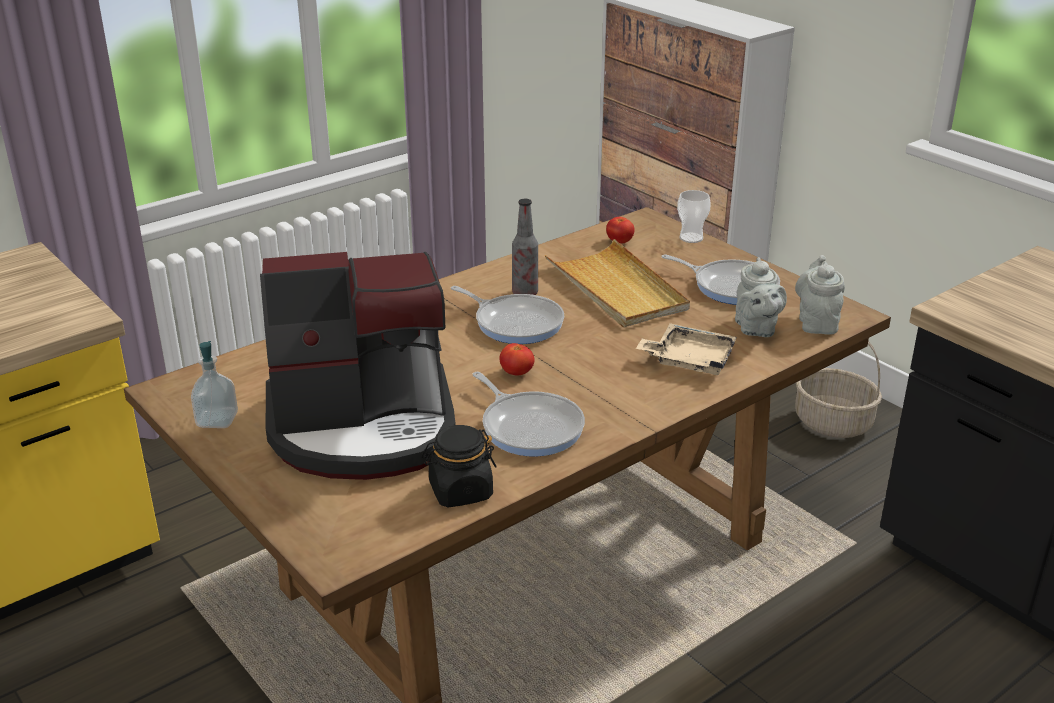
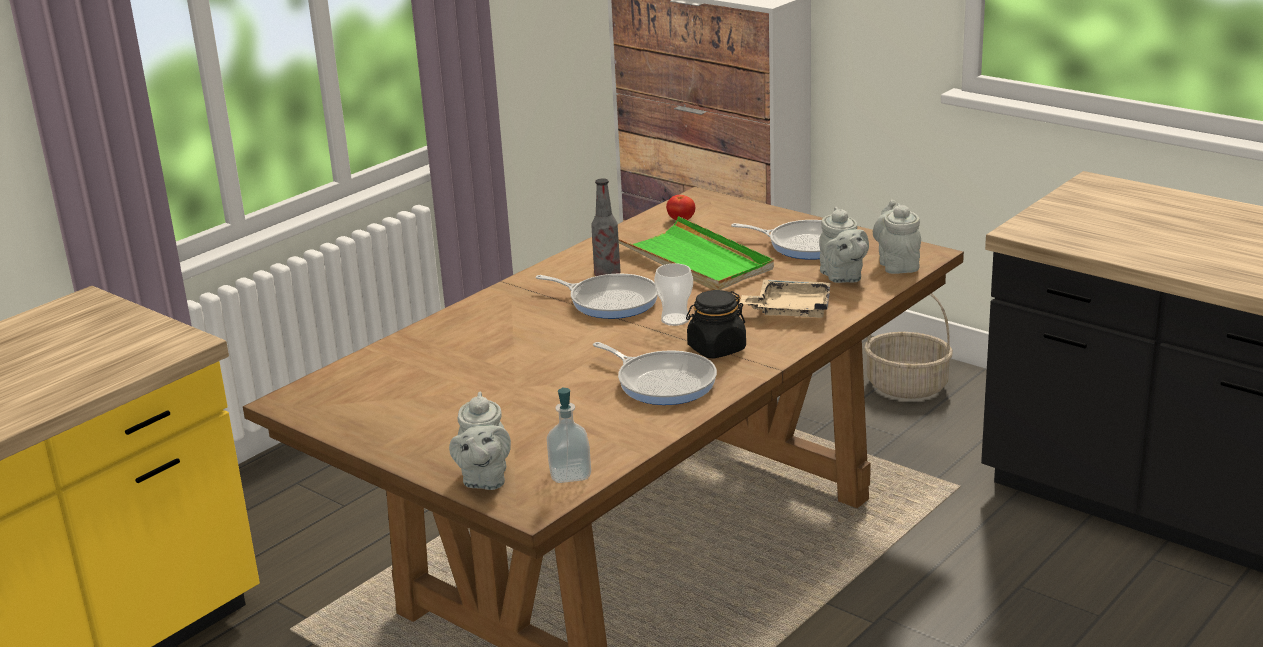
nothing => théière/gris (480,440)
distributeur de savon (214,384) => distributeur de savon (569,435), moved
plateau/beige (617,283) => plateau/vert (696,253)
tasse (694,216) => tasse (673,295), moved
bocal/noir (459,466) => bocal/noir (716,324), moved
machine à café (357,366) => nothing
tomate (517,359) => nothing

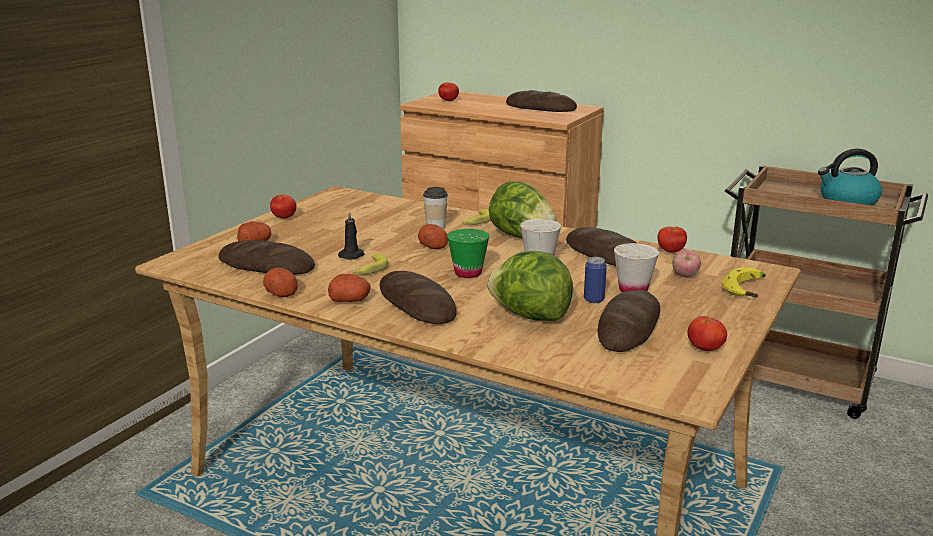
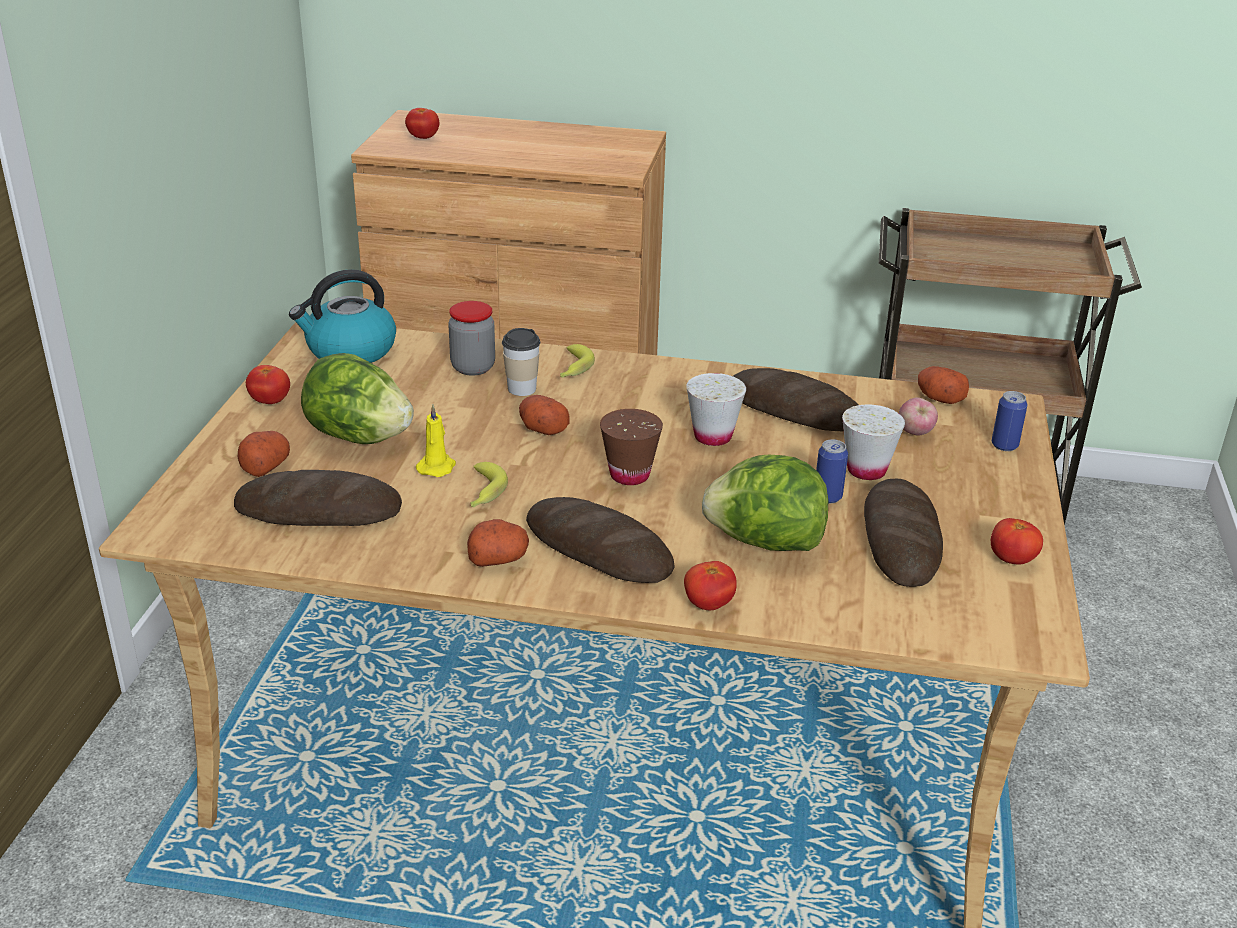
bouilloire (850,177) => bouilloire (342,316), moved
laitue (522,210) => laitue (357,398), moved
bougie/noir (351,235) => bougie/jaune (436,440)
nothing => bocal (471,338)
tasse/vert (468,253) => tasse/marron (631,447)
tomate (672,239) => tomate (710,585), moved
pomme de terre (280,282) => pomme de terre (943,385), moved
banane (743,282) => boîte métallique (1010,421)
pain (541,101) => nothing

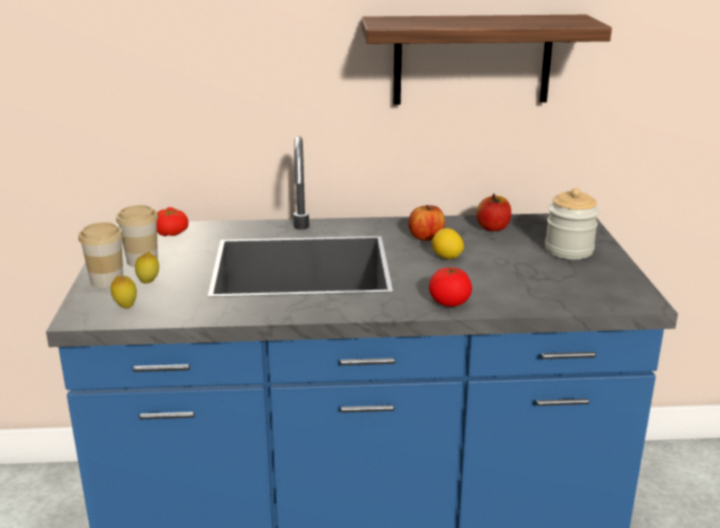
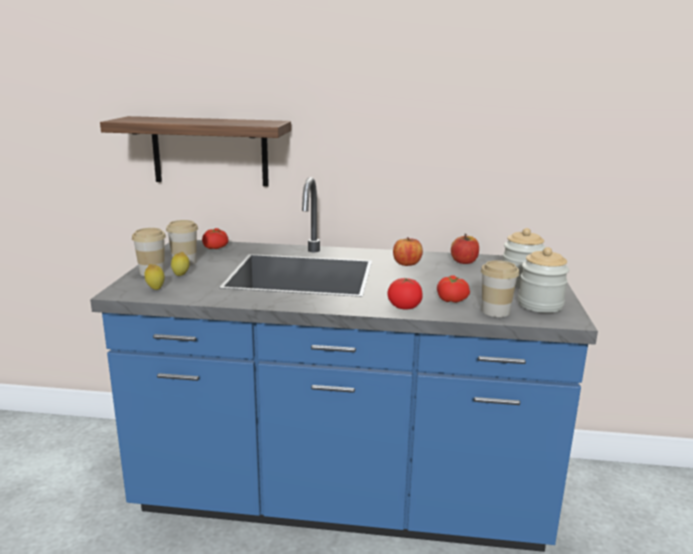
étagère (486,60) => étagère (195,151), moved
nothing => tomate (453,289)
nothing => tasse (500,288)
nothing => bocal (543,280)
citron (448,243) => nothing

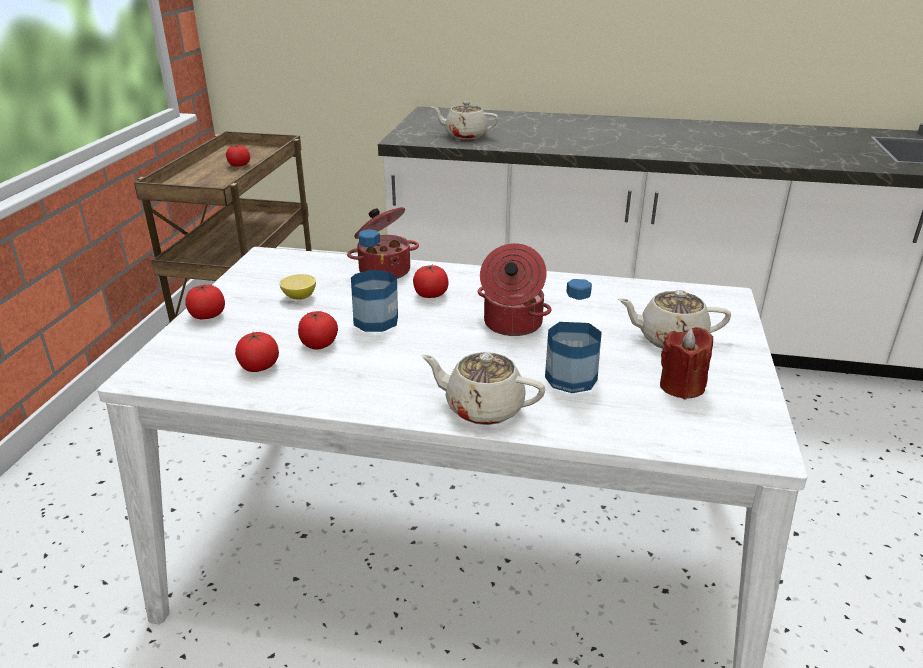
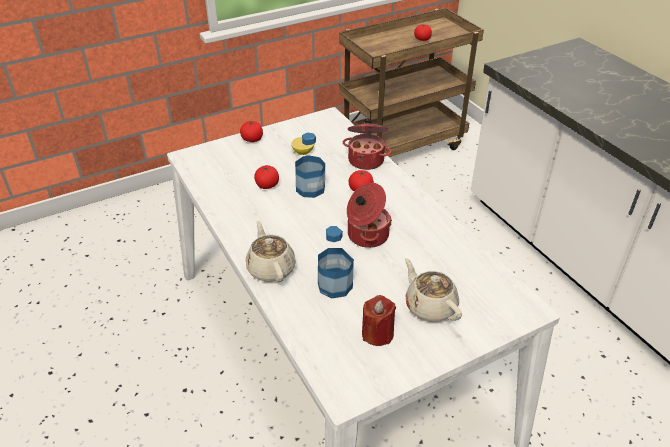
tomate (257,352) => nothing
théière/beige (465,120) => nothing

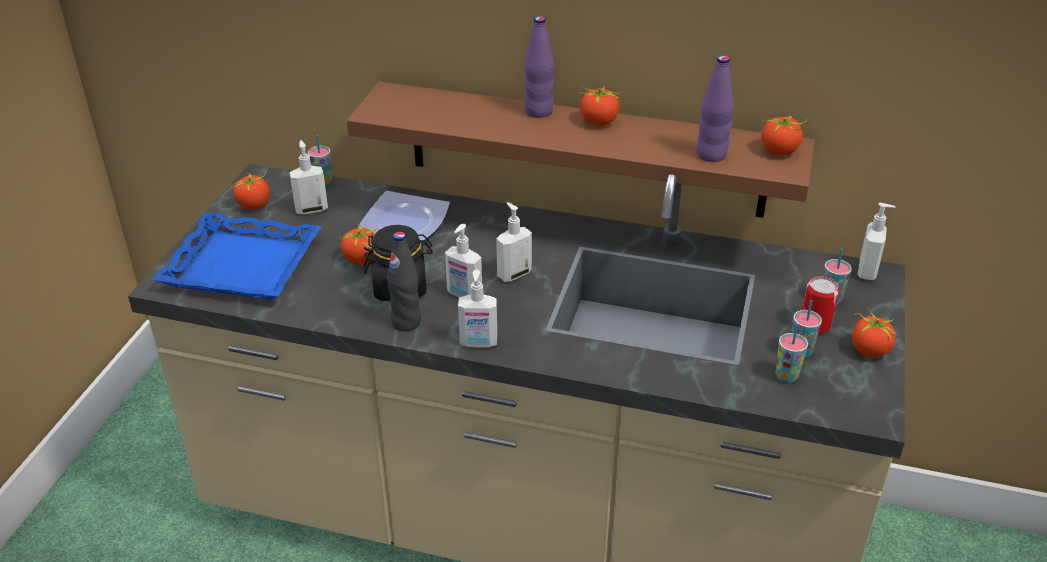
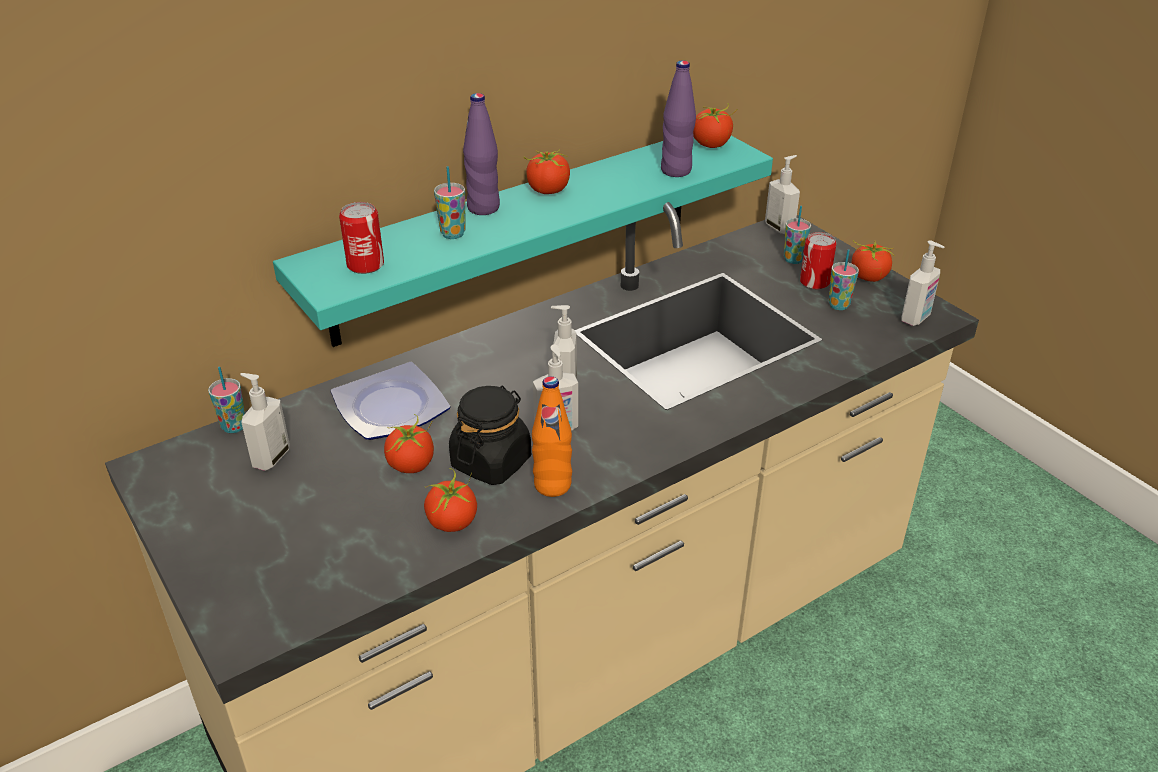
étagère/marron (581,150) => étagère/turquoise (523,241)
nothing => boîte métallique (361,238)
tomate (251,190) => tomate (450,500), moved
tasse (791,353) => tasse (449,202), moved
bouteille/noir (404,281) => bouteille/orange (552,436)
distributeur de savon (477,308) => distributeur de savon (922,283), moved
plateau/bleu (237,256) => nothing

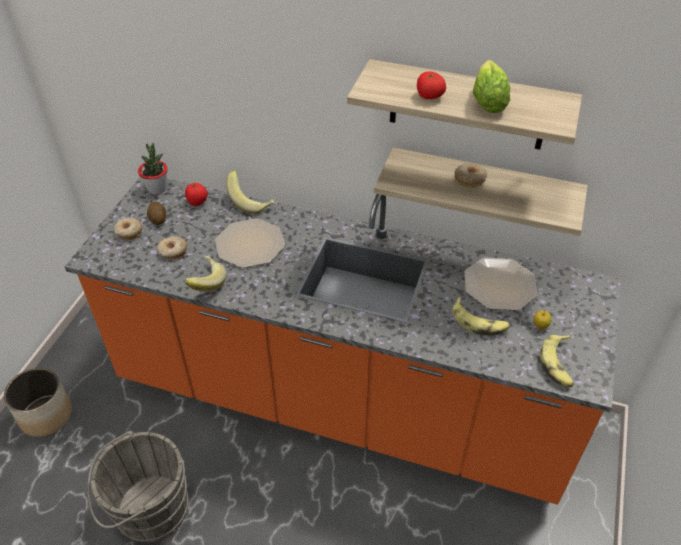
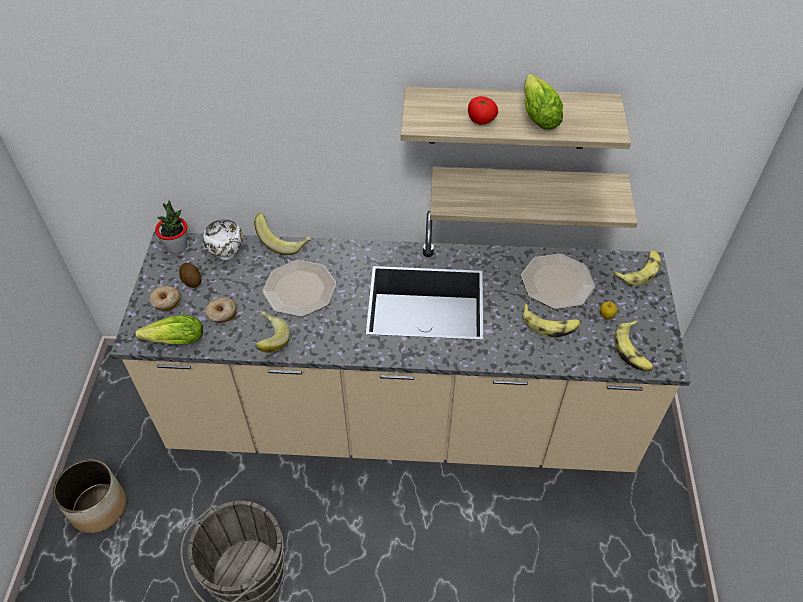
comptoir de cuisine/orange (342,341) => comptoir de cuisine/beige (400,341)
nothing => laitue (169,329)
tomate (196,194) => bol/blanc (223,239)
nothing => banane (637,268)
beignet (471,175) => nothing

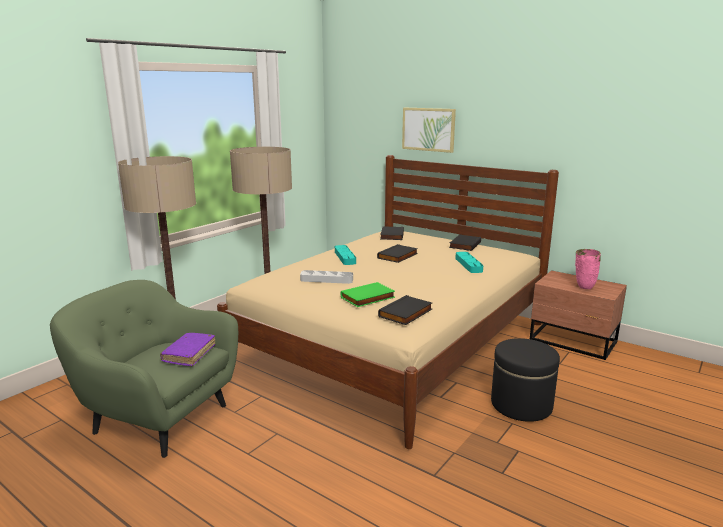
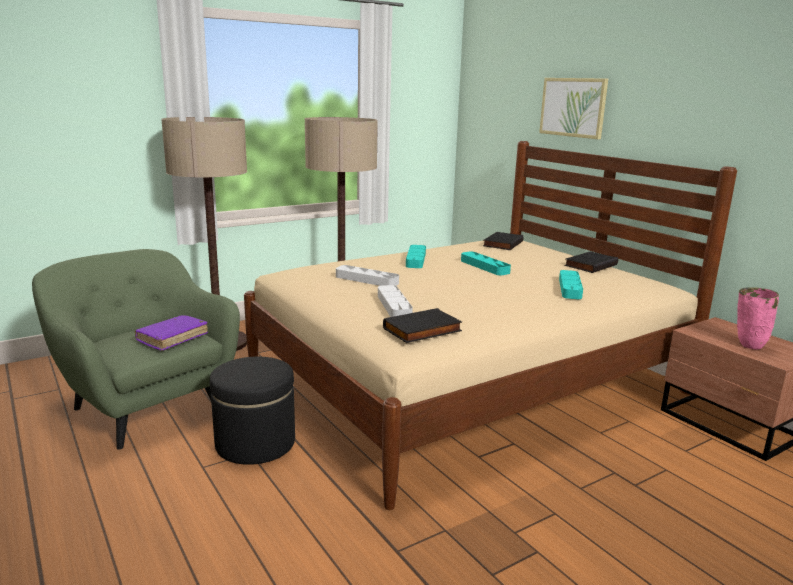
pouf/noir (525,380) => pouf/noir (252,411), moved
livre/vert (368,294) => plateau/gris (395,301)
livre/noir (397,253) => plateau/turquoise (486,263)

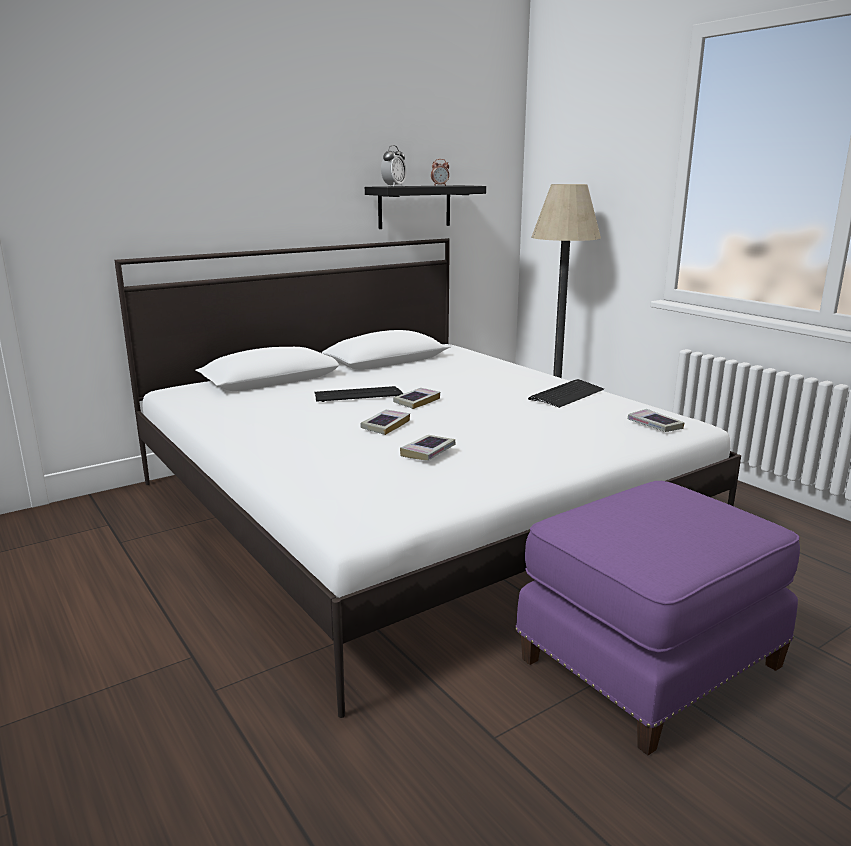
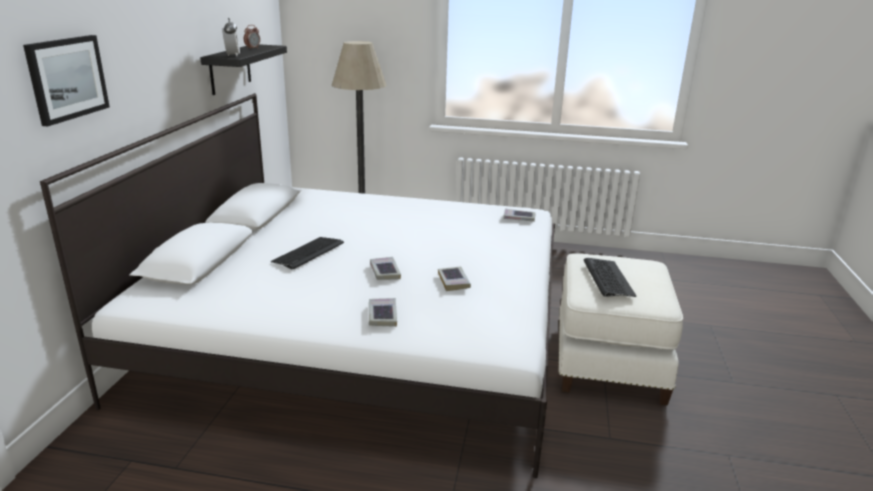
nothing => tableau (66,80)
livre (416,398) => livre (383,312), moved
pouf/violet (658,618) => pouf/blanc (620,329)
clavier (566,393) => clavier (610,277), moved

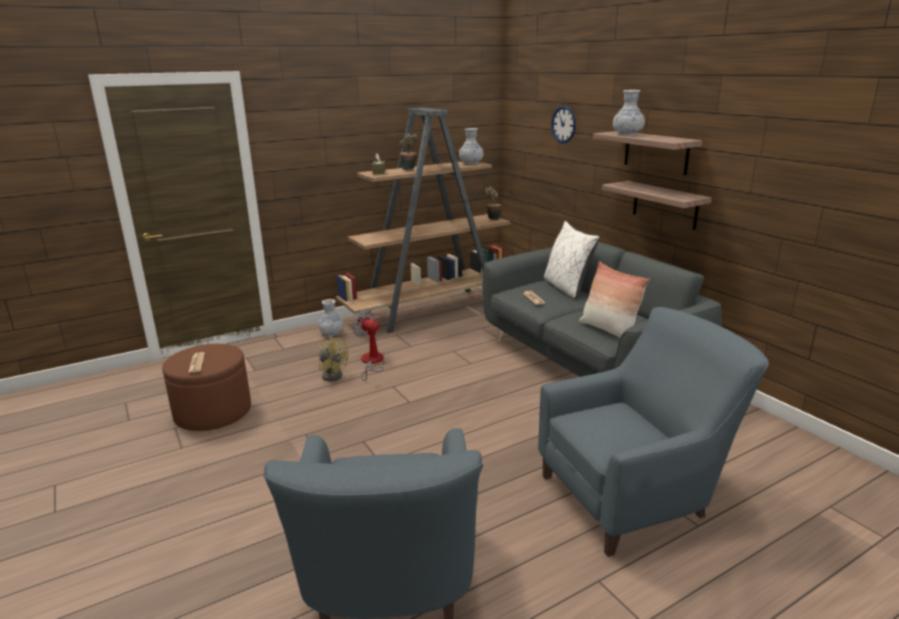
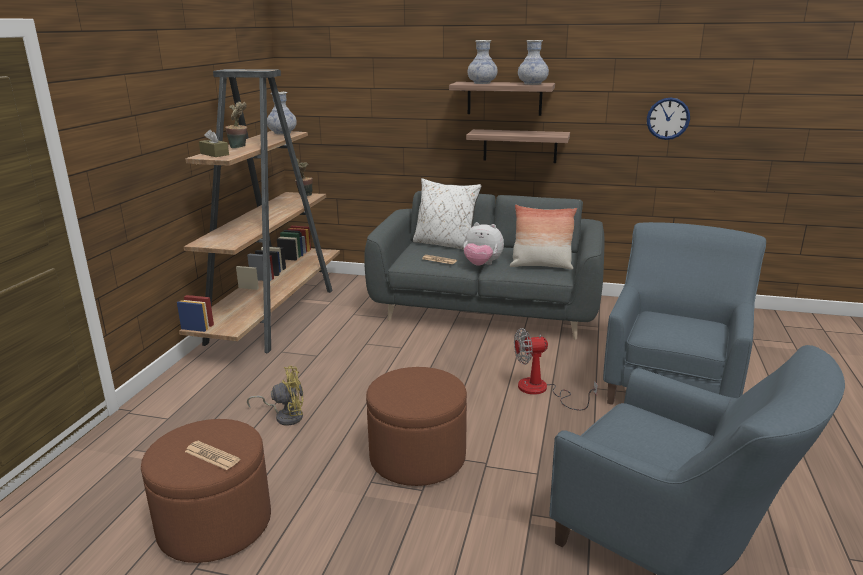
nothing => pouf/marron (416,426)
nothing => peluche (484,244)
ventilateur (368,345) => ventilateur (556,369), moved
vase (331,317) => vase (533,62), moved
horloge murale (563,124) => horloge murale (668,118), moved

